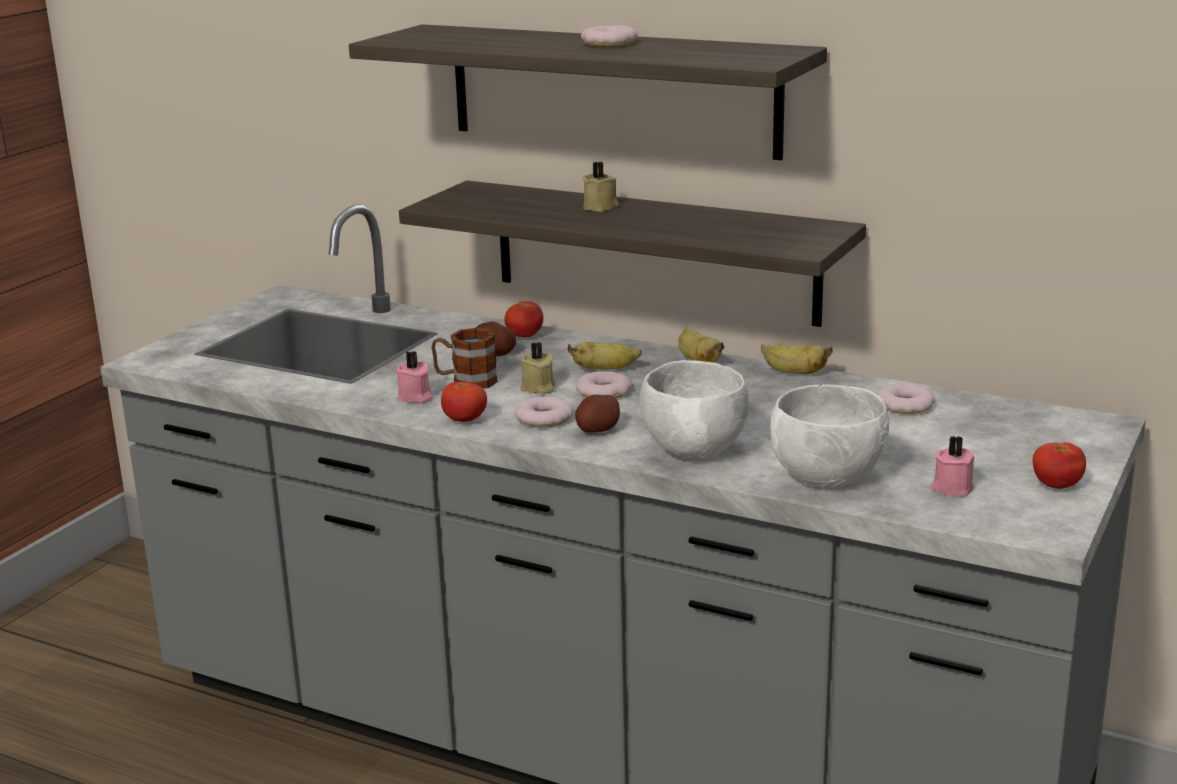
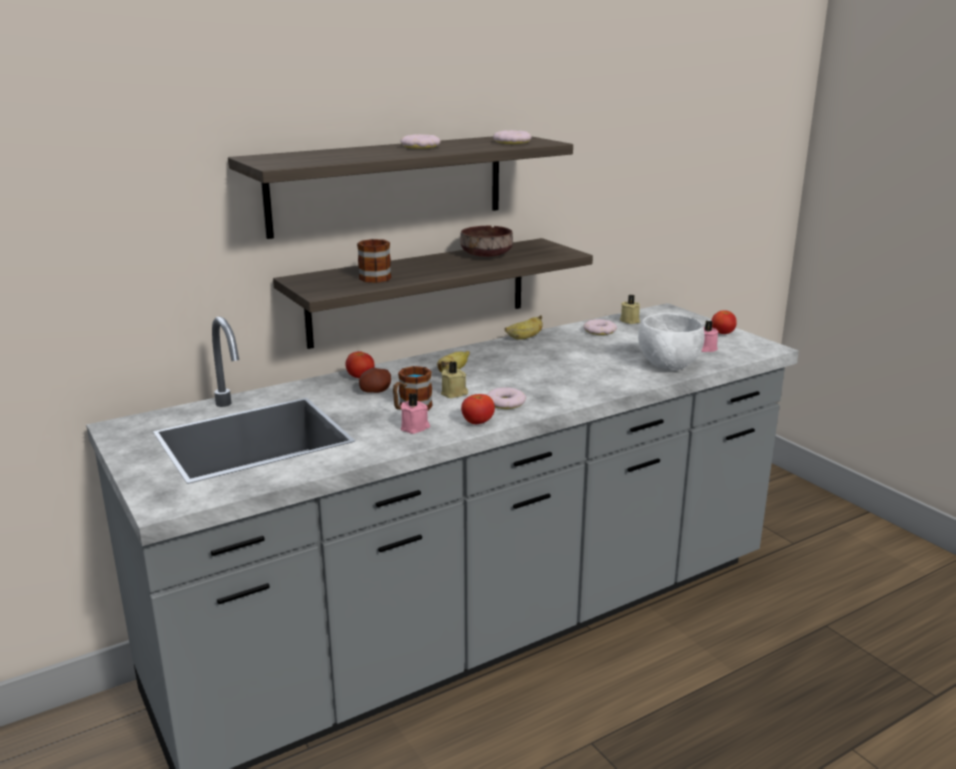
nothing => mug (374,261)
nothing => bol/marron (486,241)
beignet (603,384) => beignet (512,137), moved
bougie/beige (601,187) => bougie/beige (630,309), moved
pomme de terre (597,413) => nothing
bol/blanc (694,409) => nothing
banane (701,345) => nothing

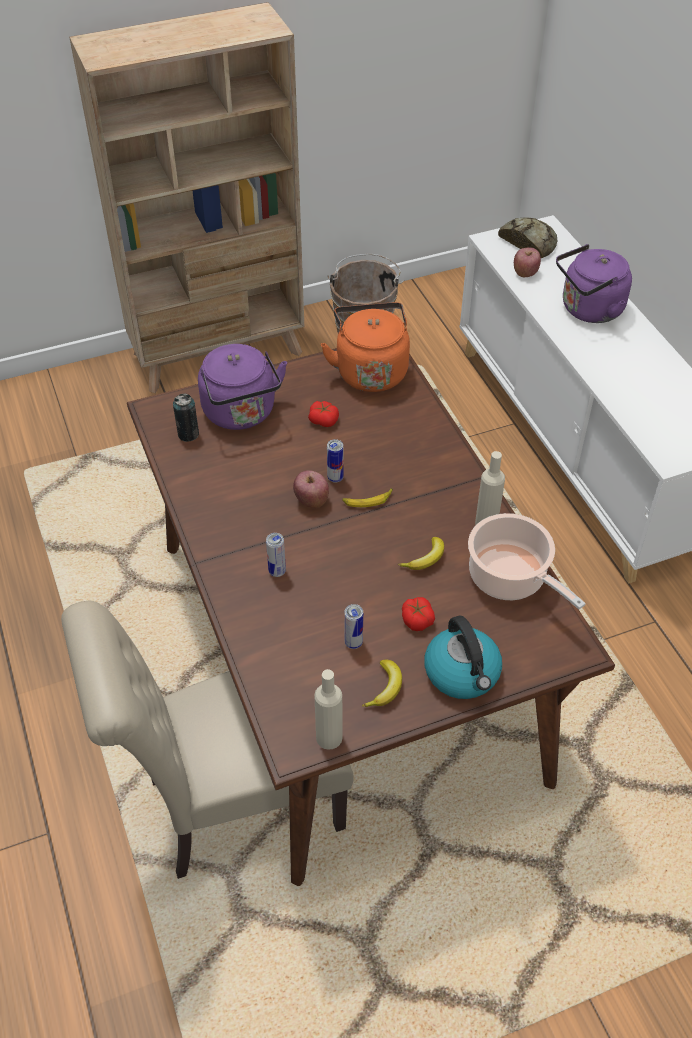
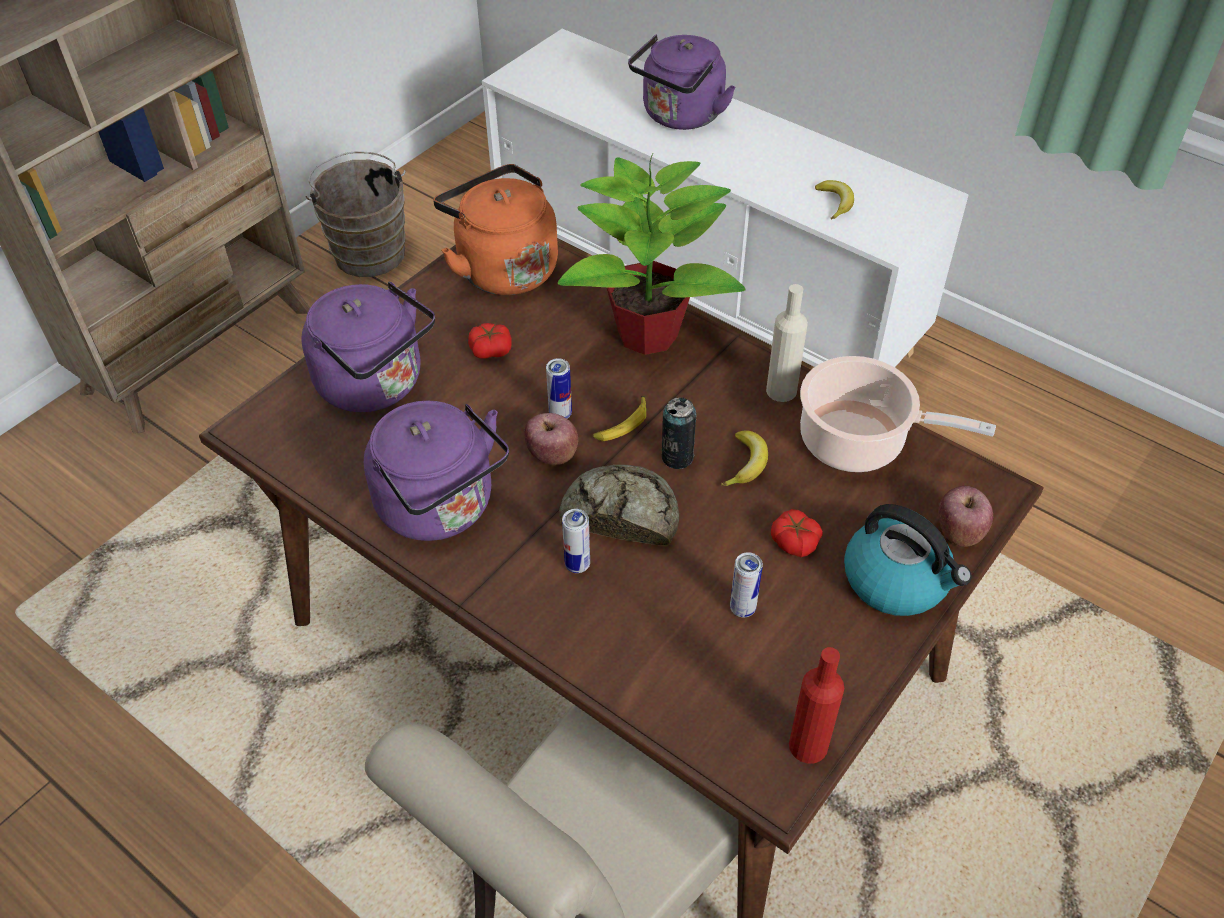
nothing => bouilloire/violet (436,471)
nothing => plante en pot (651,254)
pain (527,237) => pain (619,505), moved
boîte métallique (186,418) => boîte métallique (679,433), moved
bouteille/beige (328,709) => bouteille/rouge (816,705)
banane (382,683) => banane (834,200), moved
pomme (527,262) => pomme (965,516), moved

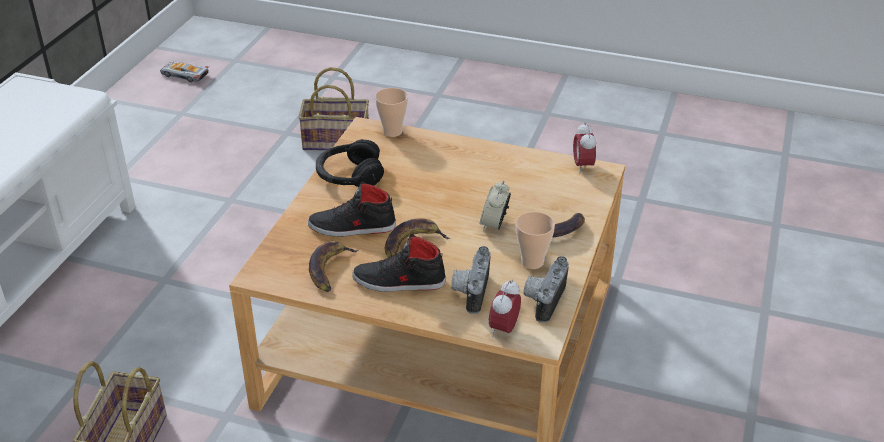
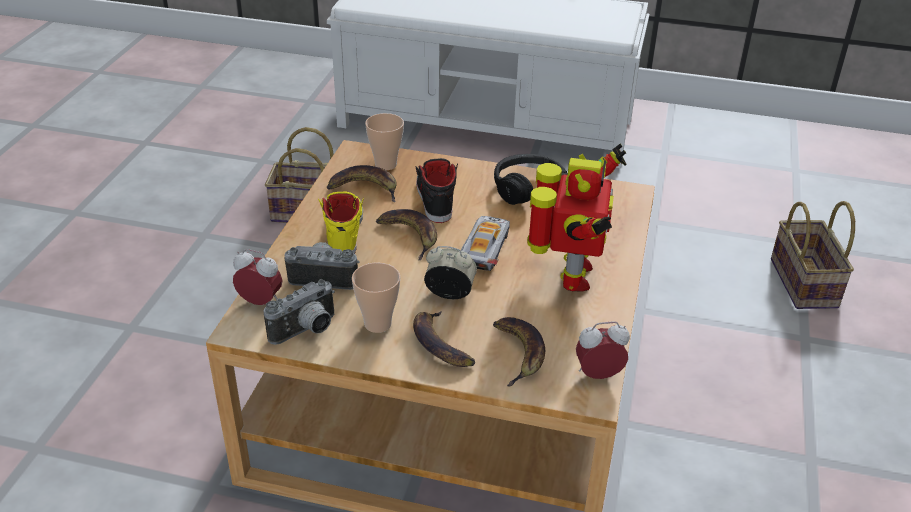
appareil photo (546,289) => appareil photo (299,312), 120 degrees clockwise
chaussure/noir (399,263) => chaussure/jaune (341,223)
tasse (391,112) => tasse (384,142), moved
petite voiture (184,72) => petite voiture (485,243), moved
nothing => banane (519,351)
nothing => robot jouet (577,218)

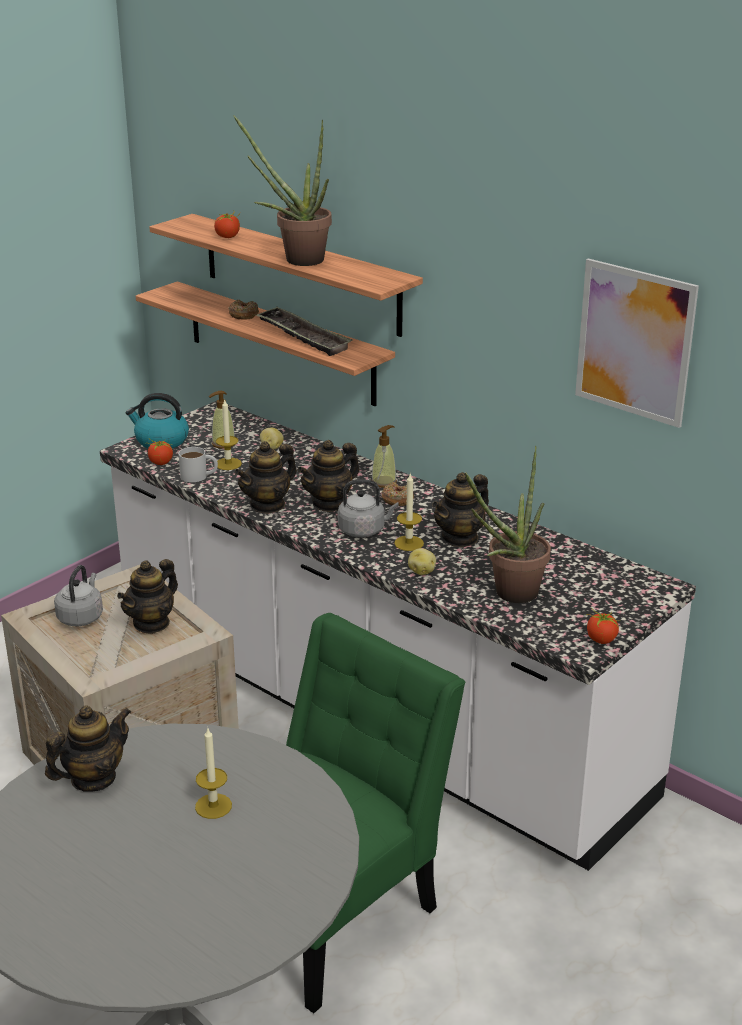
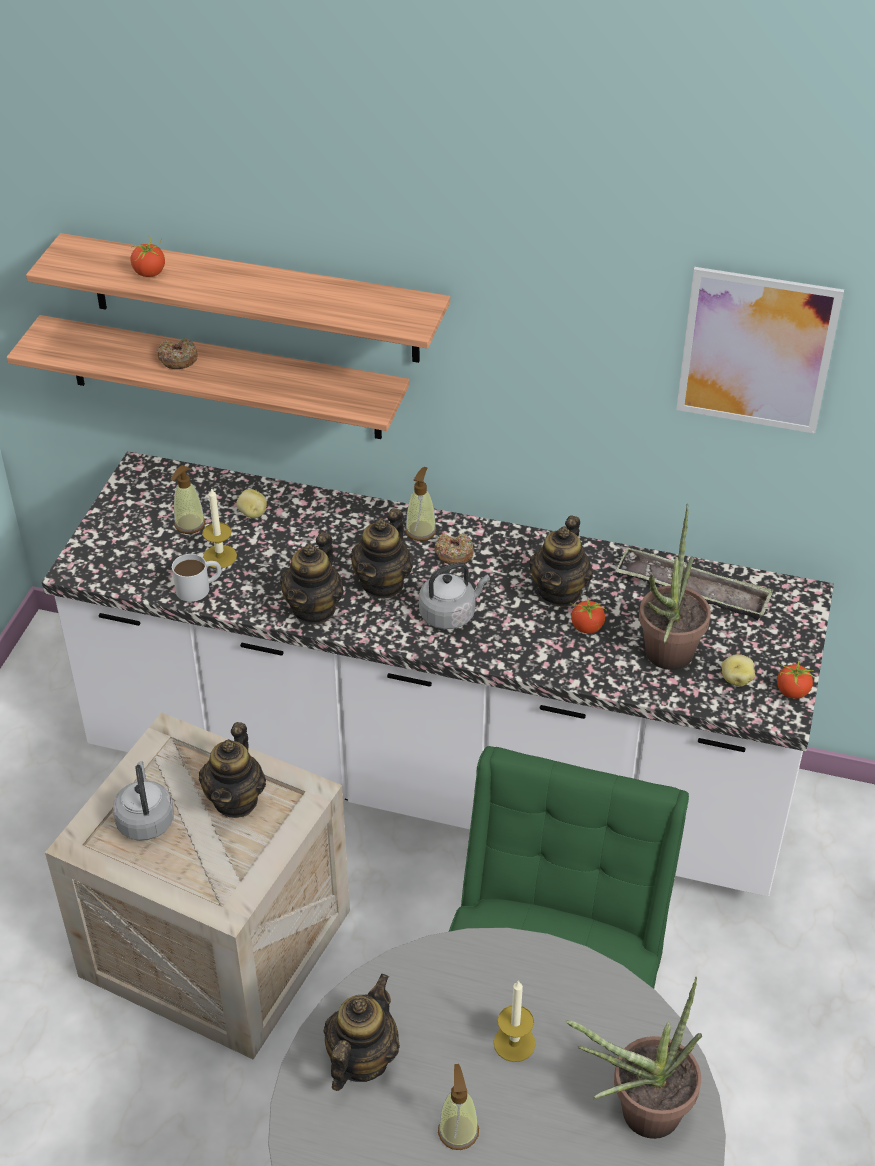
nothing => distributeur de savon (458,1107)
plante en pot (283,190) => plante en pot (633,1058), moved
tomate (159,452) => tomate (588,615), moved
plateau (304,331) => plateau (694,583), moved
pomme de terre (422,561) => pomme de terre (738,670), moved
bouilloire (157,420) => nothing
bougie (409,512) => nothing

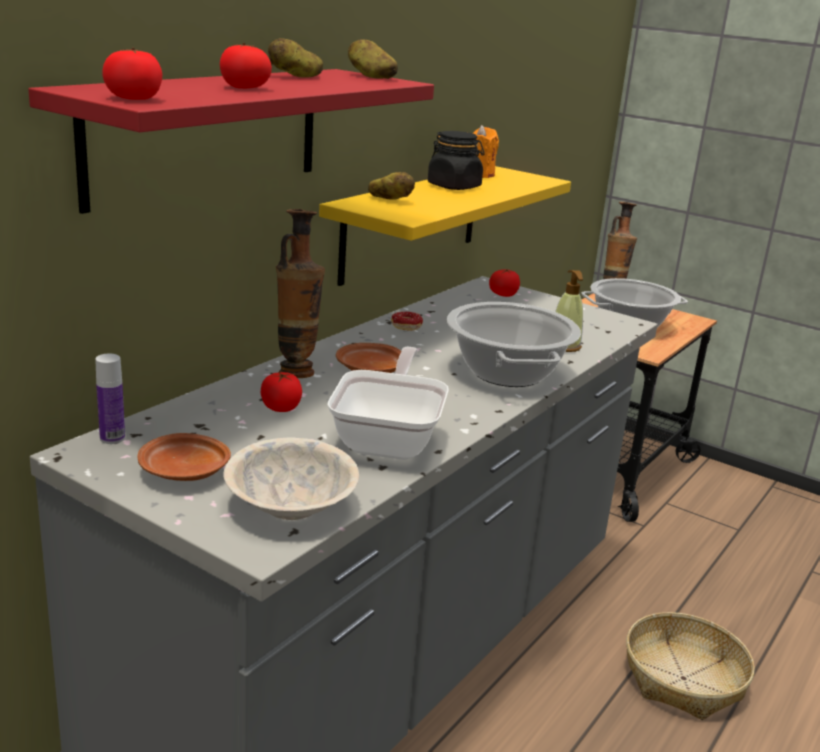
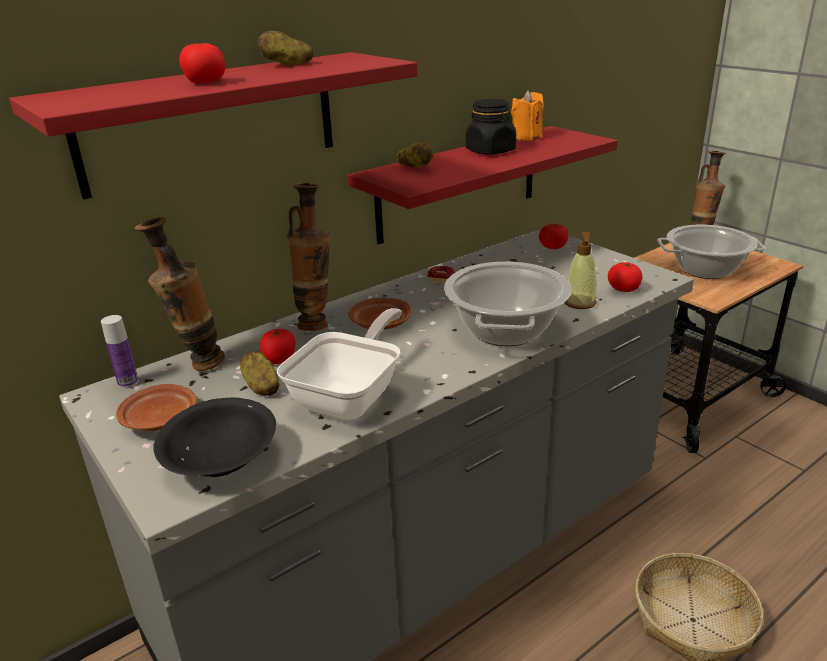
nothing => vase (180,294)
bol/beige (291,479) => bol/noir (215,437)
pomme de terre (373,59) => pomme de terre (260,373), moved
étagère/jaune (445,226) => étagère/rouge (482,185)
tomate (132,74) => tomate (625,277), moved

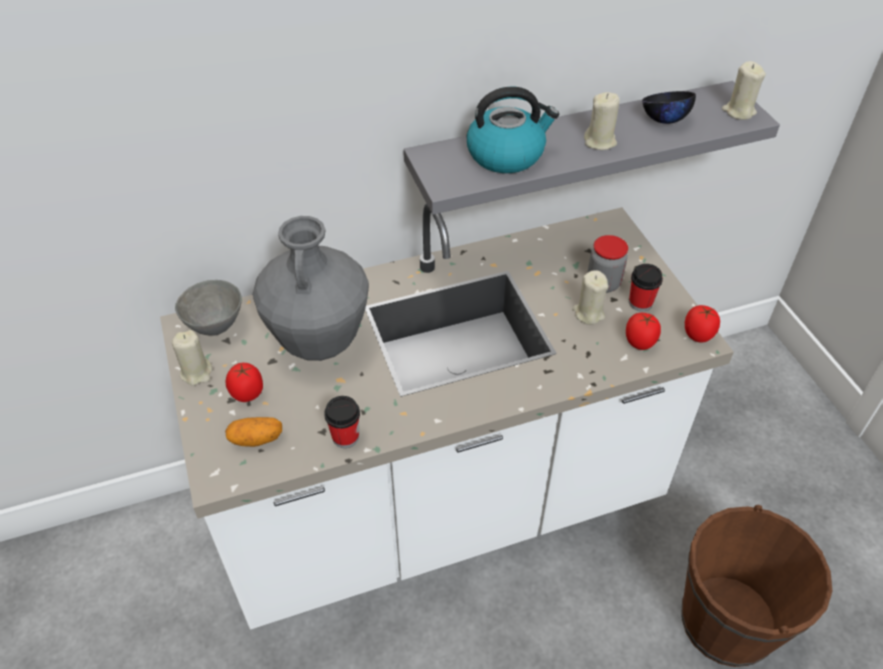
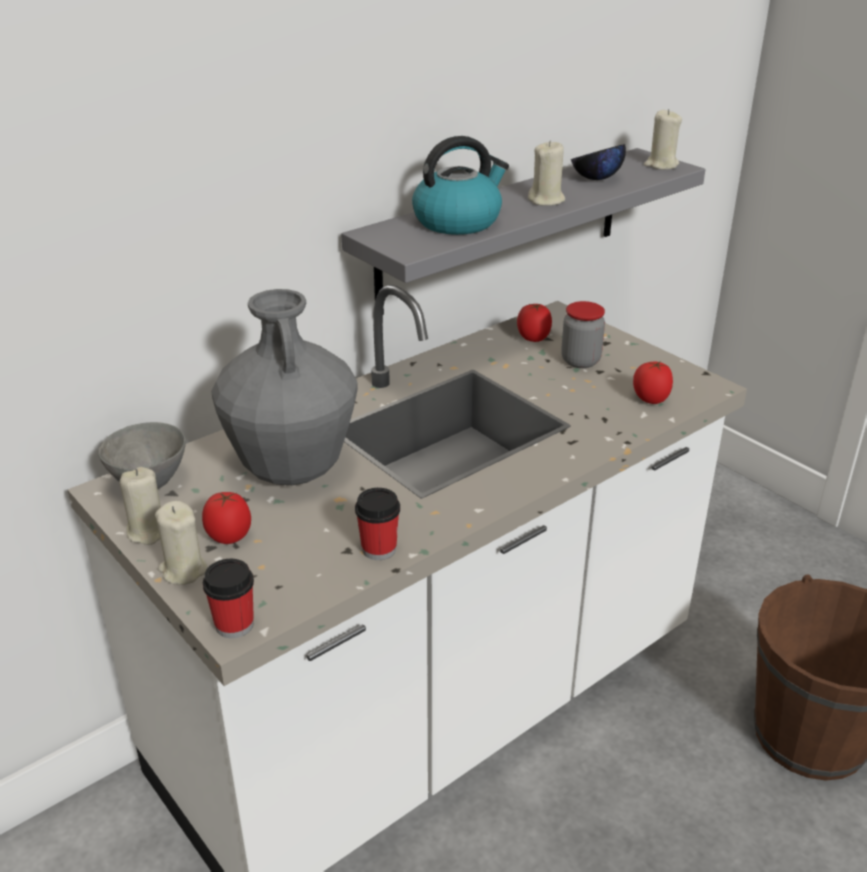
bougie/beige (590,297) => bougie/beige (181,543), moved
tasse (646,288) => tasse (228,598), moved
tomate (702,324) => tomate (534,323), moved
pomme de terre (253,432) => nothing

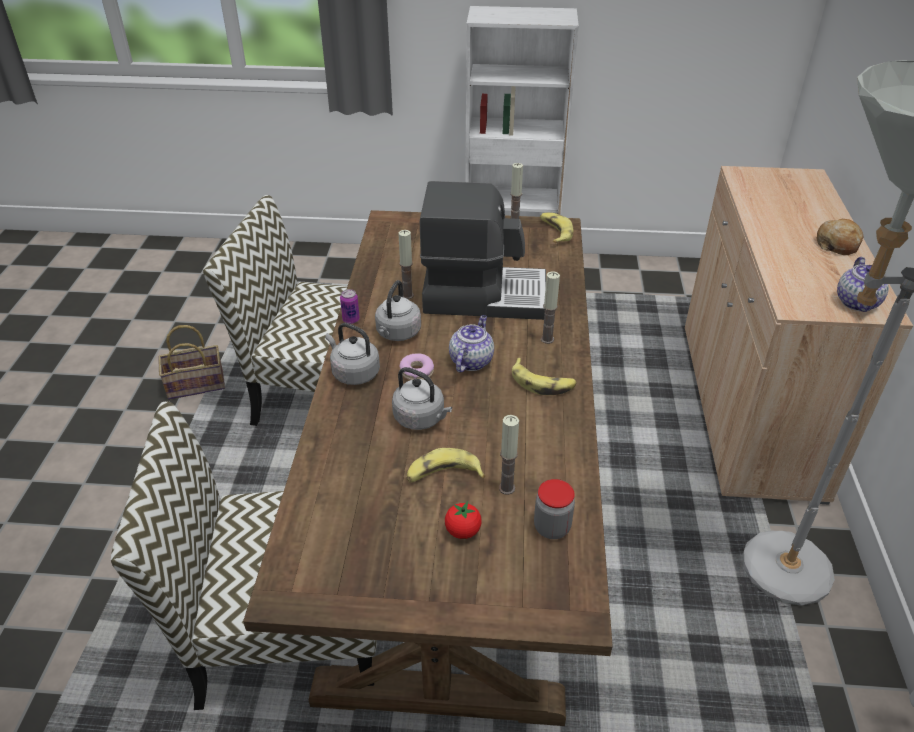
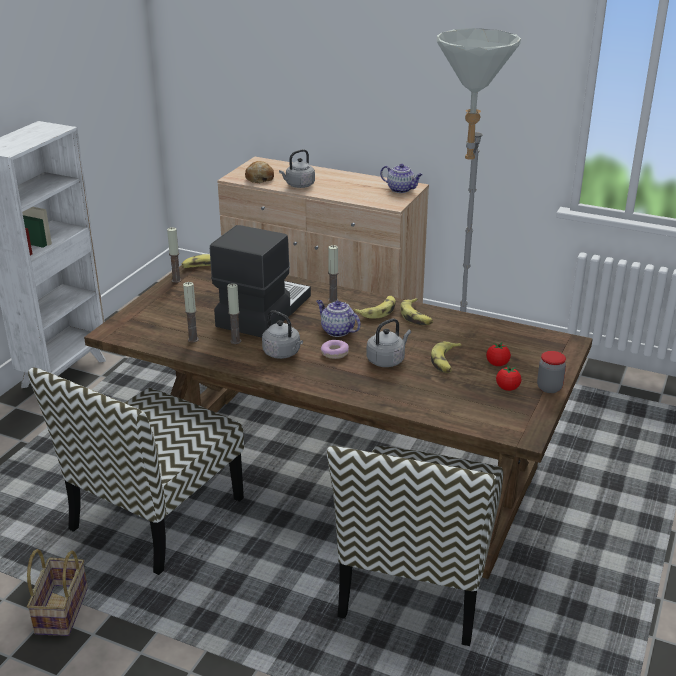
bougie (509,455) => bougie (191,312), moved
pain (840,237) => pain (259,172), moved
bouilloire/gris (352,354) => bouilloire/gris (297,168), moved
nothing => banane (417,311)
nothing => tomate (508,378)
bocal (554,509) => bocal (551,372), moved
boîte métallique (350,306) => nothing

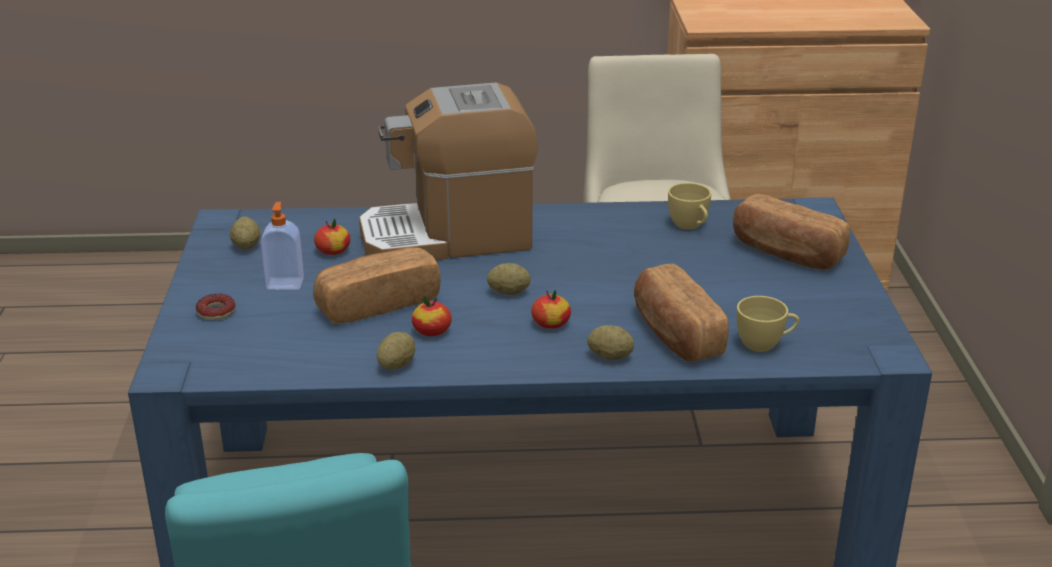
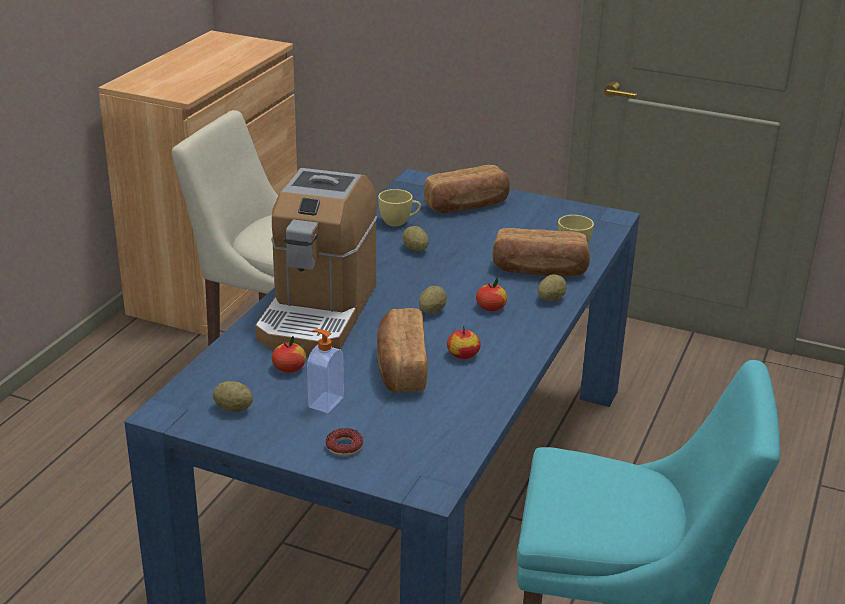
pomme de terre (396,350) => pomme de terre (416,238), moved

